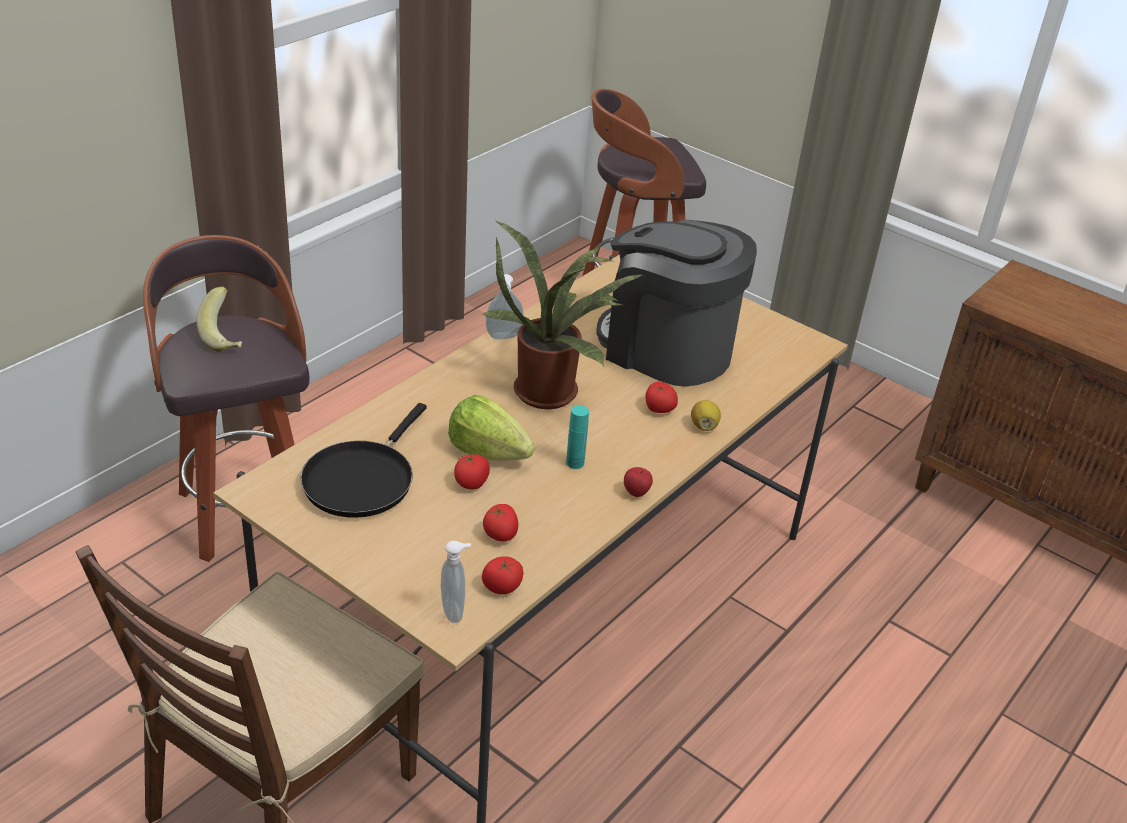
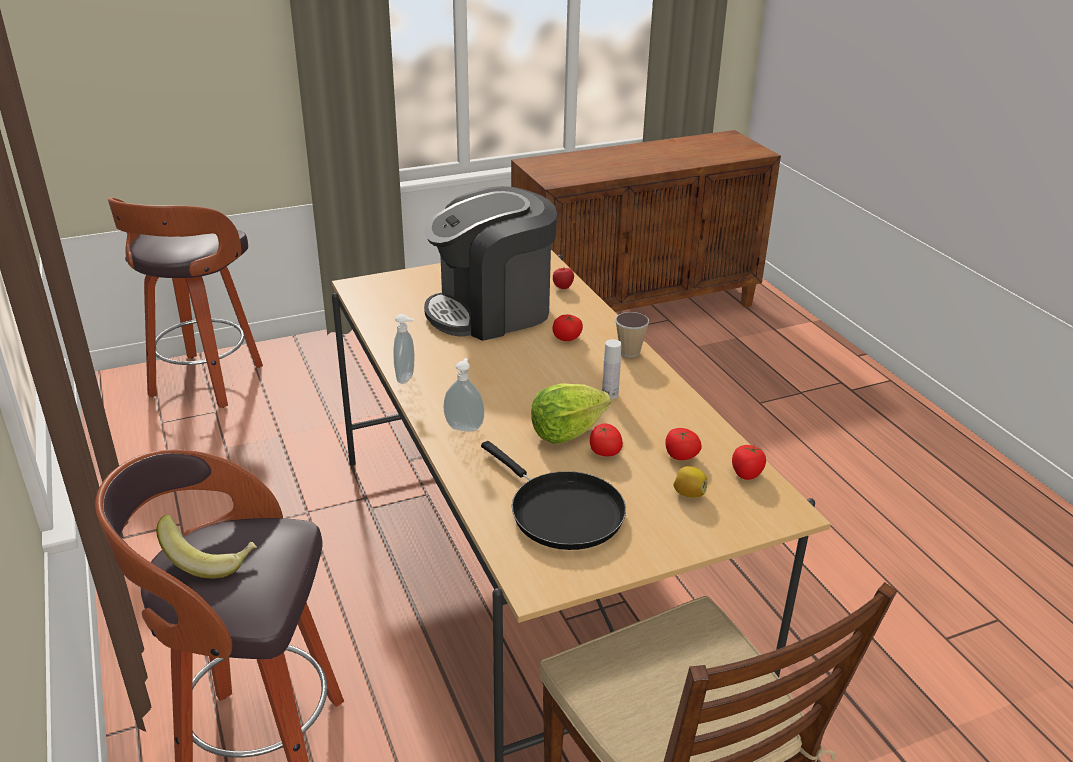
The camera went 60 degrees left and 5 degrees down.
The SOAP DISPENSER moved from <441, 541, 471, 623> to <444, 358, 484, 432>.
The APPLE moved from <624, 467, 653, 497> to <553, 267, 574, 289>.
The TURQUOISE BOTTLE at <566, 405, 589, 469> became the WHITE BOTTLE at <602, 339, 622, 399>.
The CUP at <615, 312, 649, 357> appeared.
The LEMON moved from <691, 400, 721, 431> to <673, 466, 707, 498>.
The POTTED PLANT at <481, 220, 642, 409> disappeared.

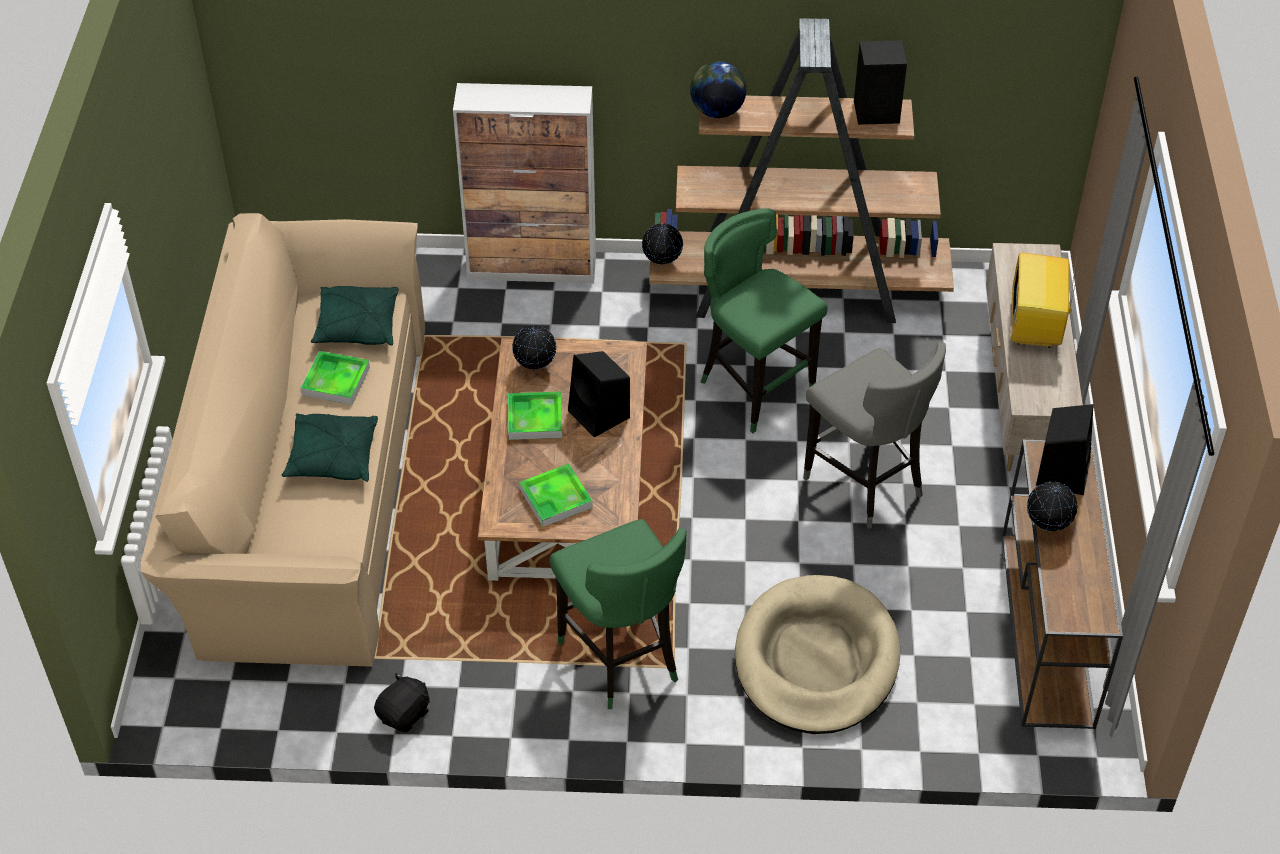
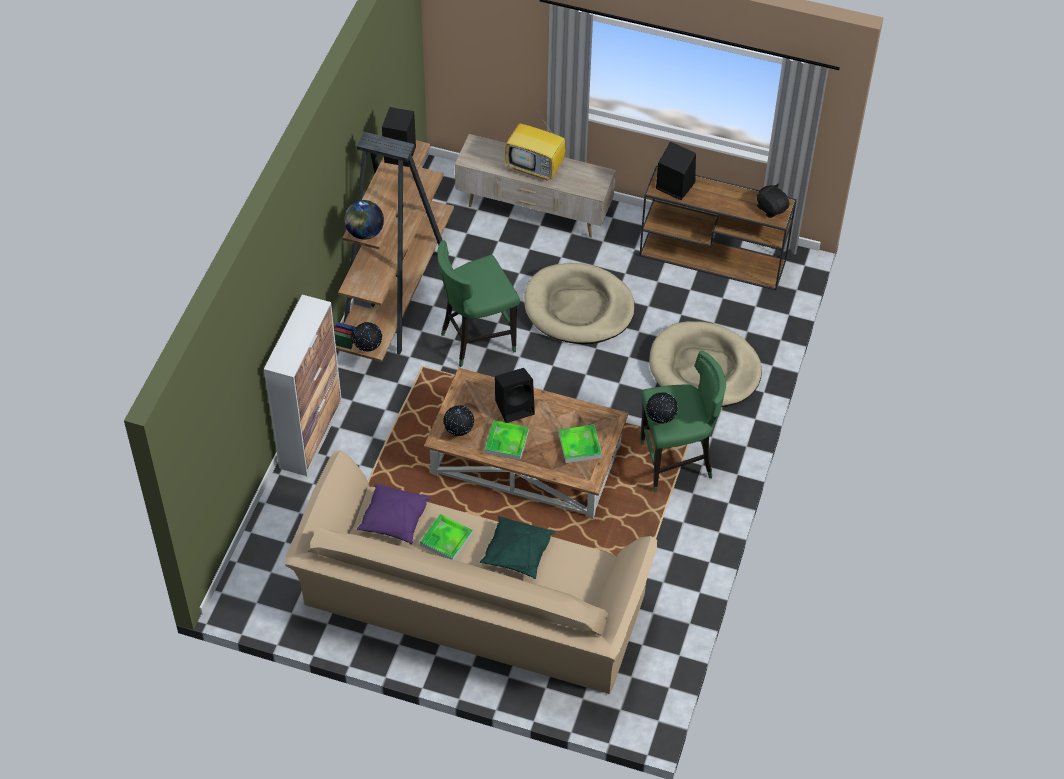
The camera went 75 degrees left and 5 degrees up.
The GREEN PILLOW at <311, 286, 398, 345> became the PURPLE PILLOW at <357, 484, 431, 544>.
The GREY STOOL at <803, 342, 946, 529> was replaced by the BEIGE DOG BED at <524, 263, 635, 344>.
The GLOBE moved from <1027, 482, 1078, 531> to <646, 392, 678, 424>.
The BLACK PLUSH TOY moved from <374, 673, 429, 732> to <757, 184, 790, 218>.

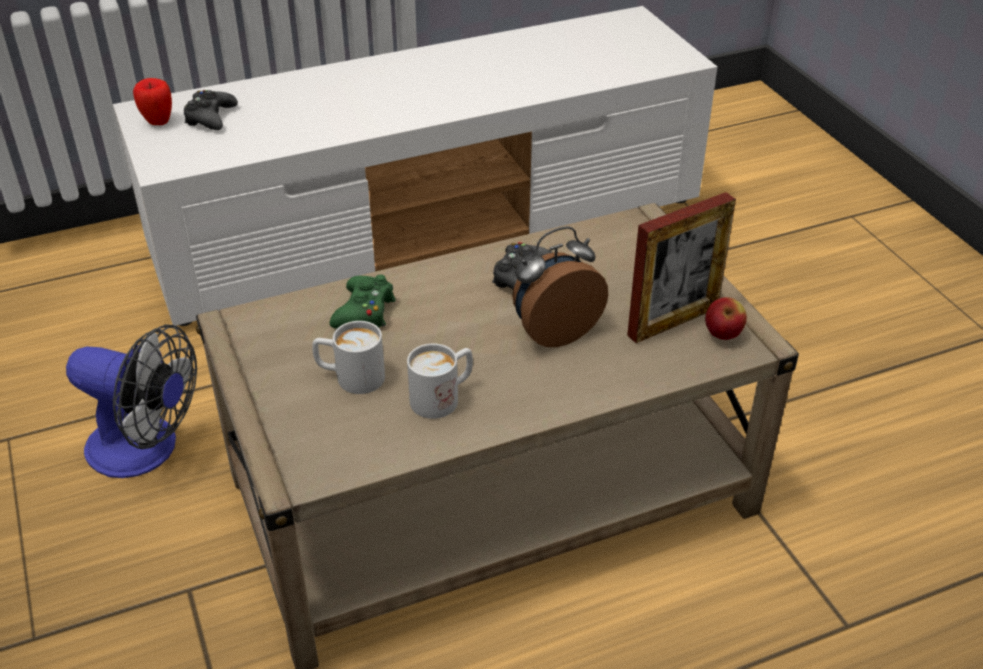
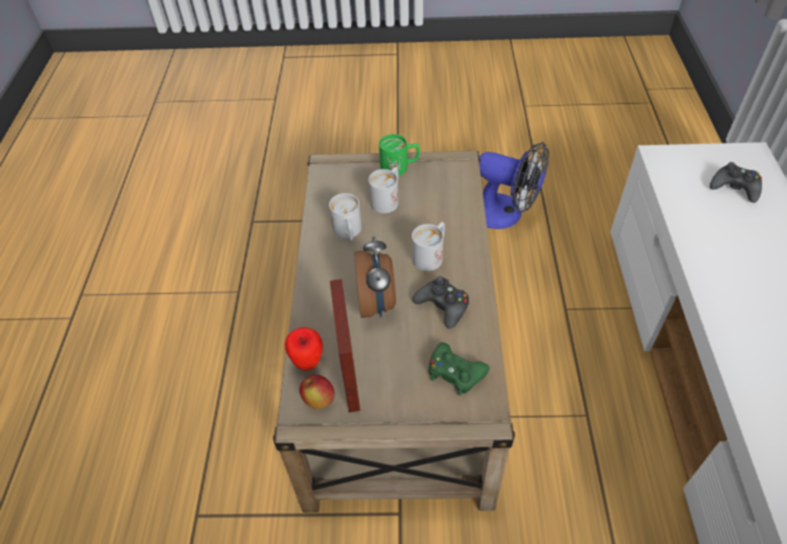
The camera went 115 degrees right and 10 degrees up.
The APPLE moved from <133, 78, 172, 125> to <285, 327, 323, 370>.
The GREEN MUG at <379, 134, 420, 176> appeared.
The WHITE MUG at <412, 222, 445, 271> appeared.
The GREEN GAME CONTROLLER moved from <330, 275, 396, 329> to <429, 342, 490, 396>.
The FAN at <66, 324, 197, 478> turned 105 degrees counterclockwise.

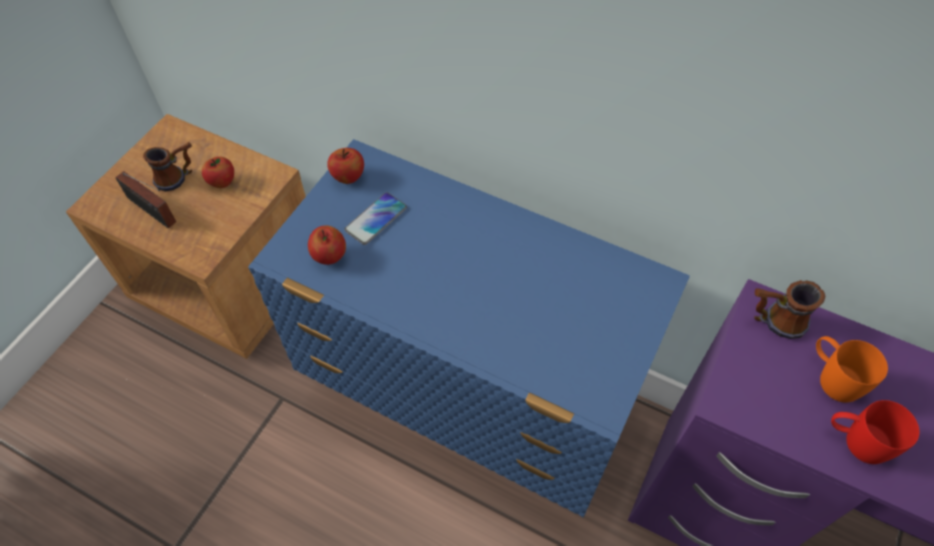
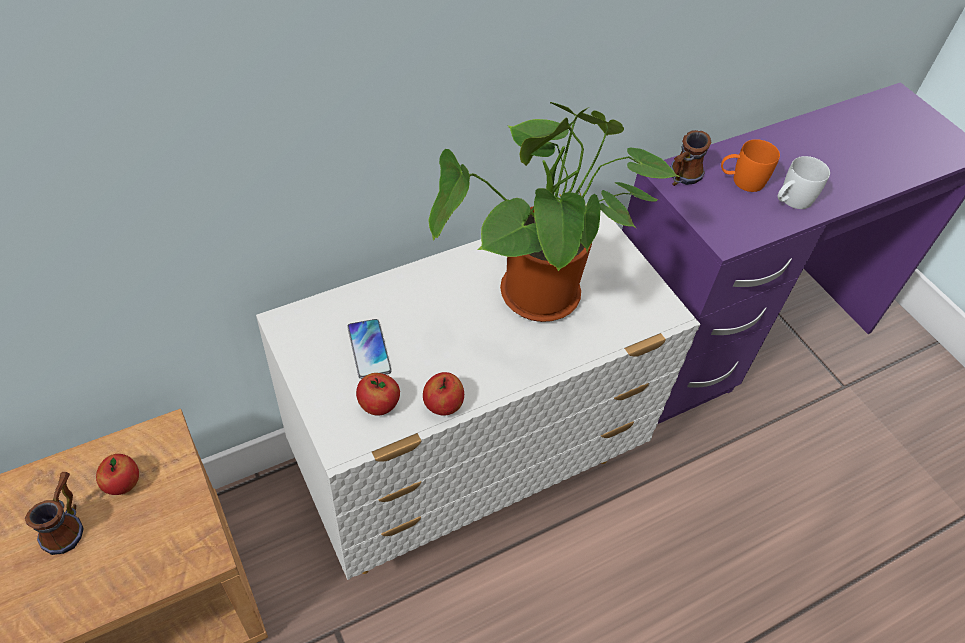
The camera went 60 degrees left and 5 degrees down.
The BLUE DRESSER at <248, 139, 690, 518> became the WHITE DRESSER at <256, 204, 700, 580>.
The APPLE moved from <327, 148, 364, 184> to <423, 372, 464, 416>.
The POTTED PLANT at <428, 102, 680, 322> appeared.
The RED MUG at <831, 400, 919, 464> became the WHITE MUG at <778, 156, 830, 209>.
The RADIO at <115, 171, 176, 228> disappeared.

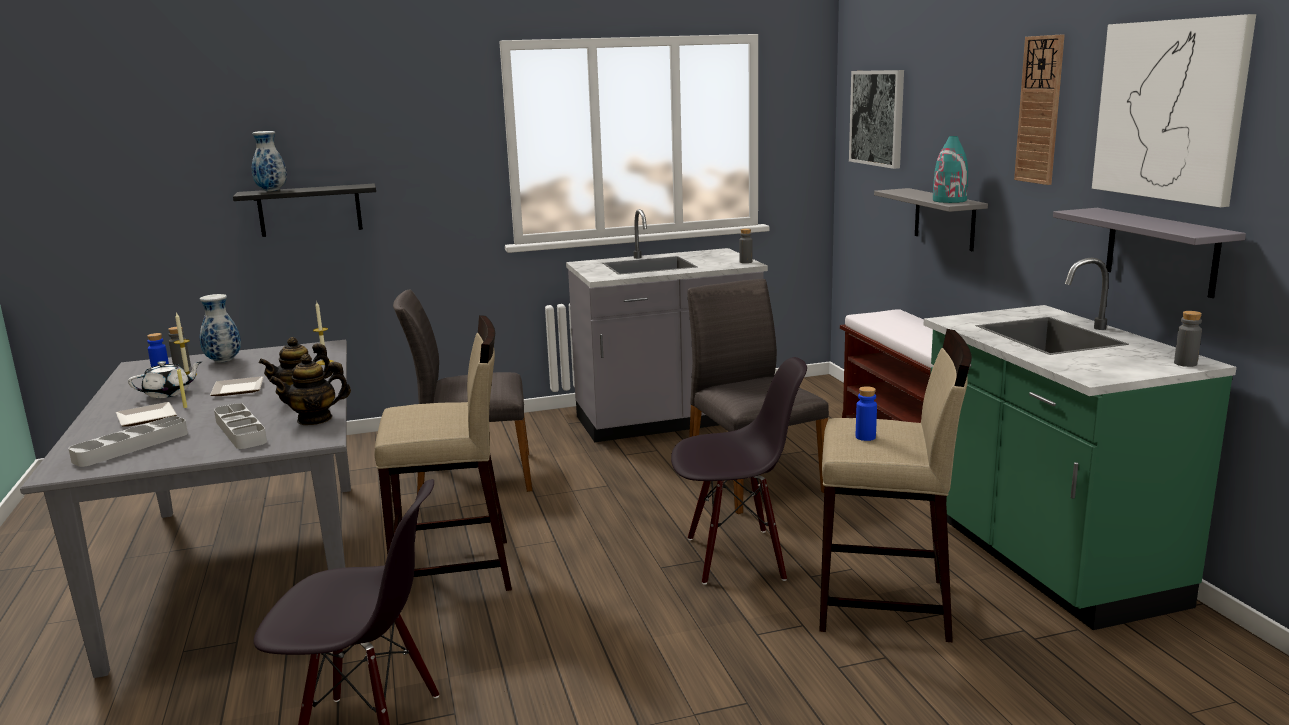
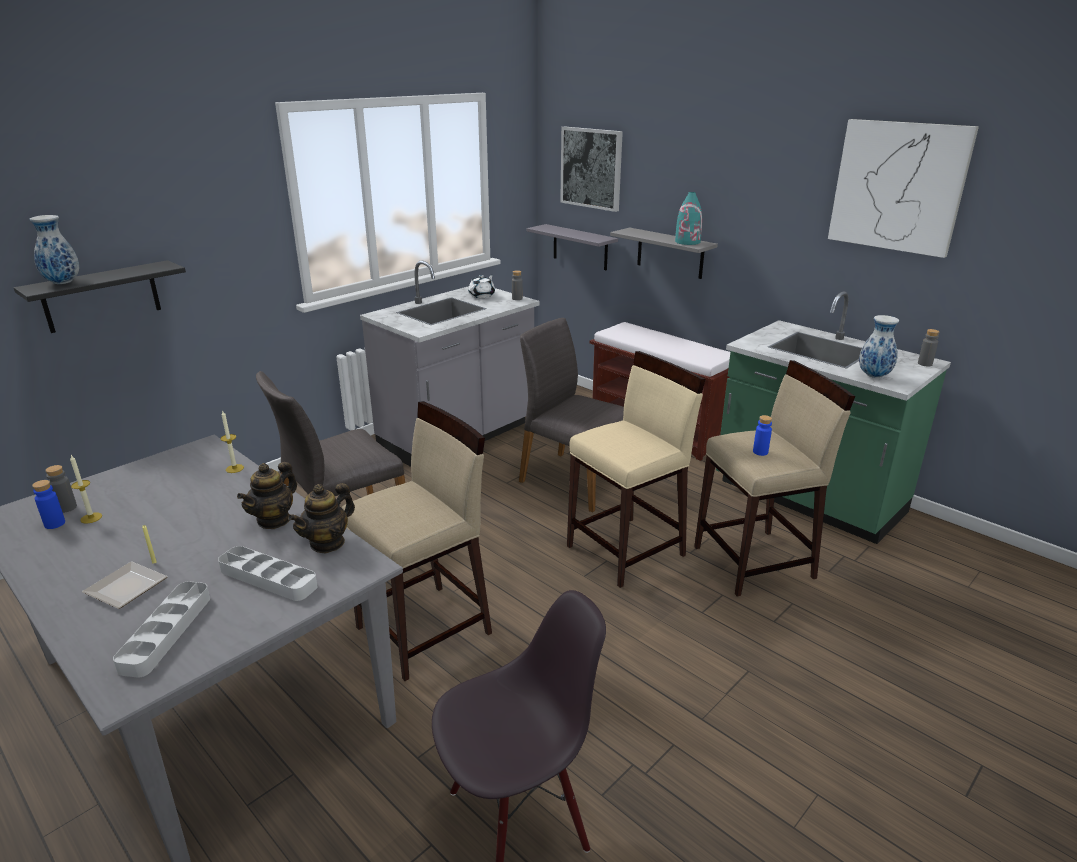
The camera went 30 degrees left and 10 degrees up.
The WHITE TEAPOT moved from <128, 361, 203, 398> to <468, 274, 495, 298>.
The GREY SHELF moved from <1053, 208, 1246, 298> to <527, 224, 618, 270>.
The BLACK CHAIR at <671, 357, 807, 585> was replaced by the BEIGE STOOL at <567, 351, 706, 588>.
The VASE moved from <200, 294, 241, 362> to <859, 315, 899, 378>.
The PLATE at <210, 376, 263, 396> disappeared.
The WALL CLOCK at <1014, 34, 1065, 185> disappeared.

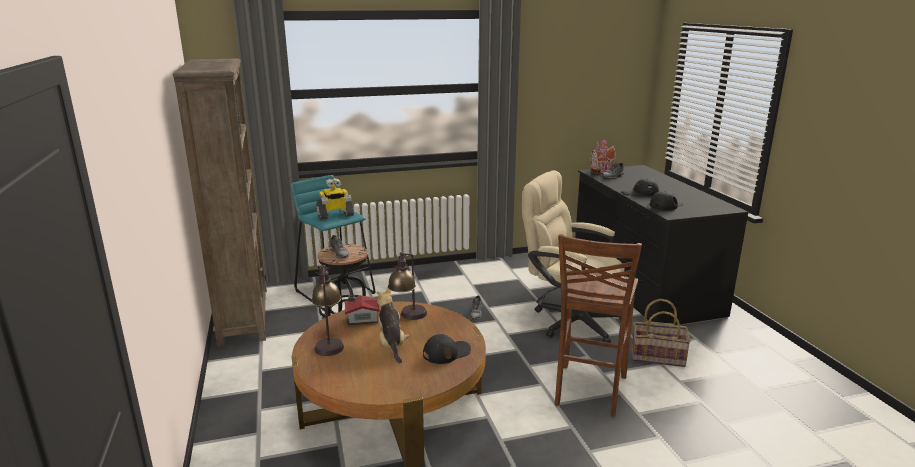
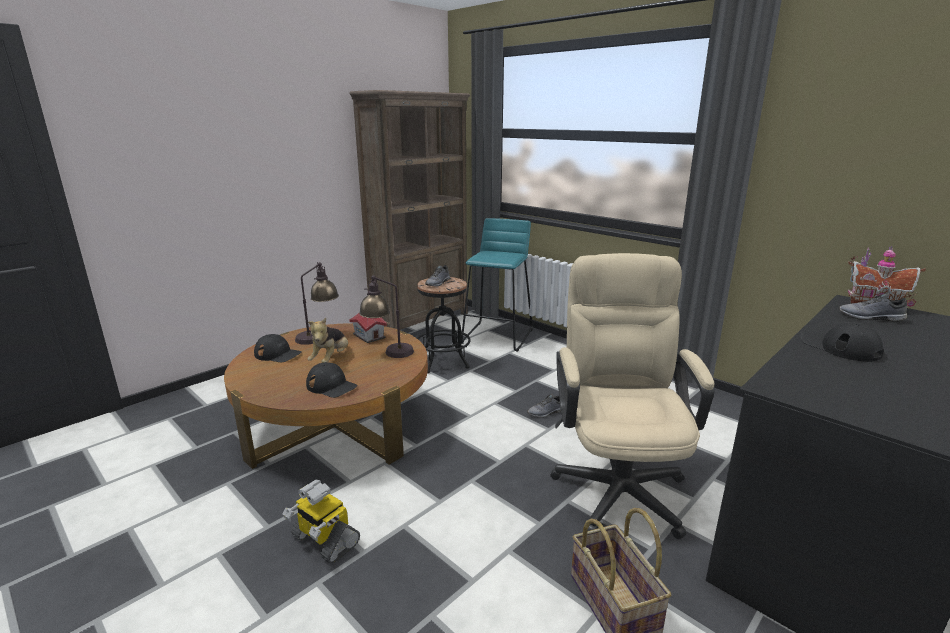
The camera went 60 degrees right and 0 degrees up.
The BLACK CAP moved from <650, 191, 683, 210> to <254, 334, 302, 362>.
The TOY ROBOT moved from <316, 178, 354, 220> to <282, 480, 360, 564>.
The PLUSH TOY at <377, 287, 409, 363> turned 150 degrees clockwise.
The BROWN STOOL at <555, 234, 642, 417> disappeared.

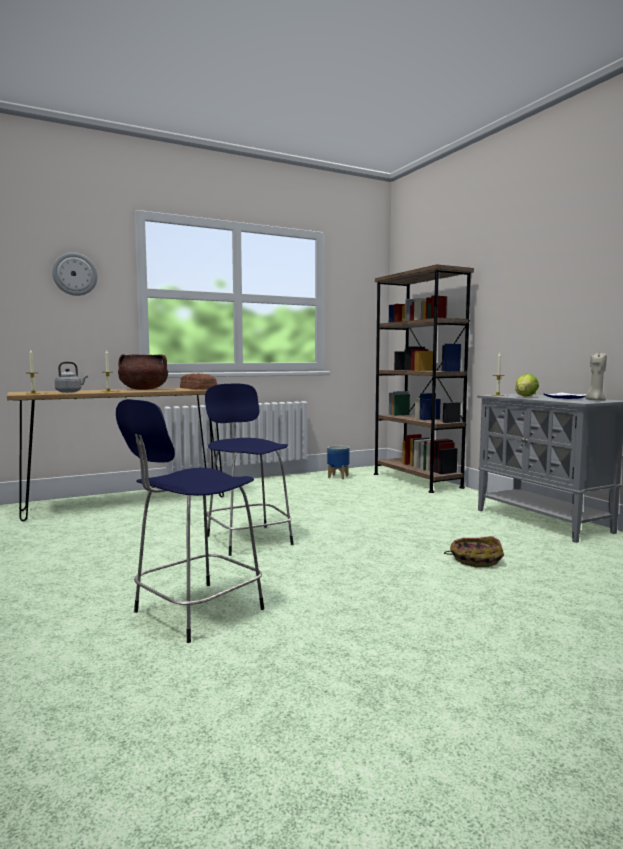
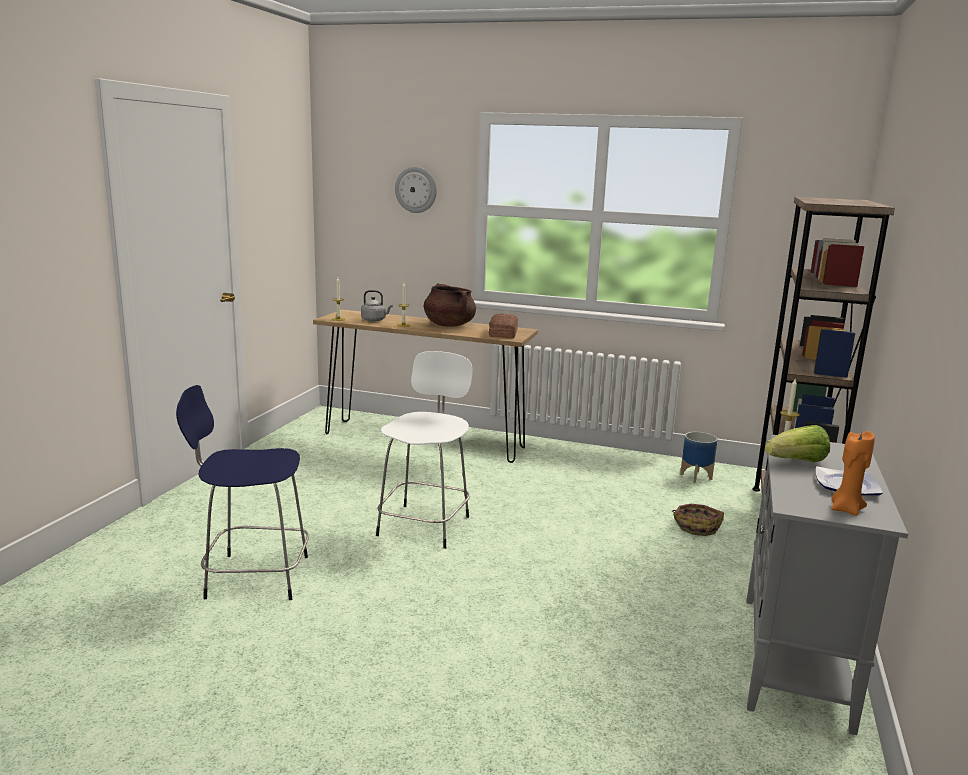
The camera went 45 degrees right and 10 degrees up.
The BLUE STOOL at <205, 384, 293, 556> became the WHITE STOOL at <376, 351, 473, 549>.
The BASKET moved from <444, 536, 504, 567> to <672, 504, 724, 536>.
The BEIGE CANDLE at <585, 353, 607, 401> became the ORANGE CANDLE at <831, 431, 875, 516>.

